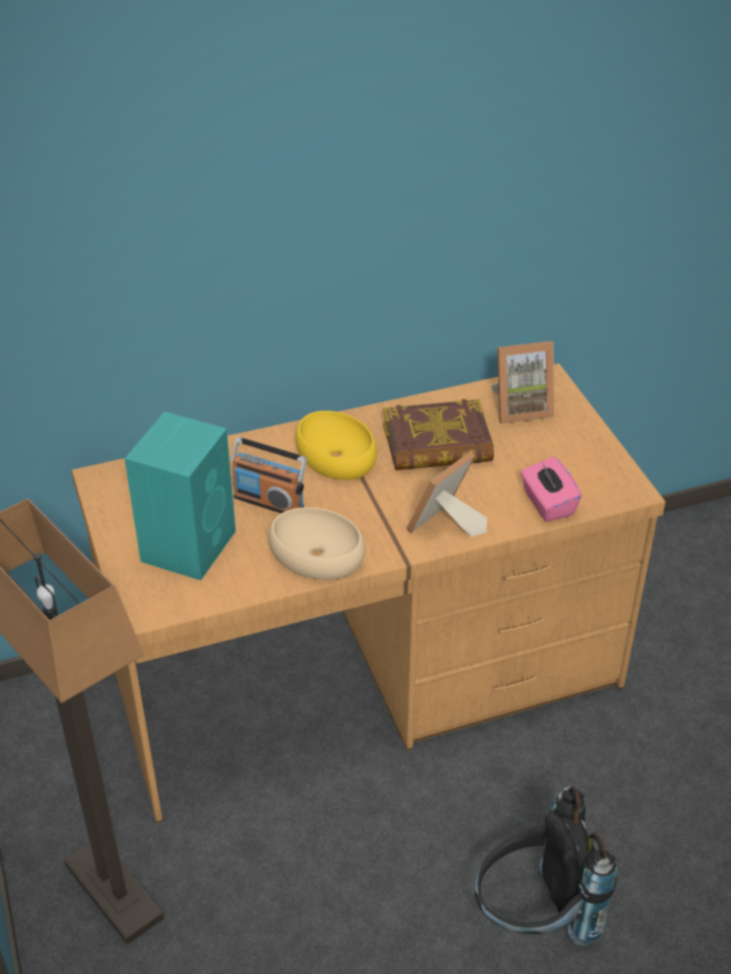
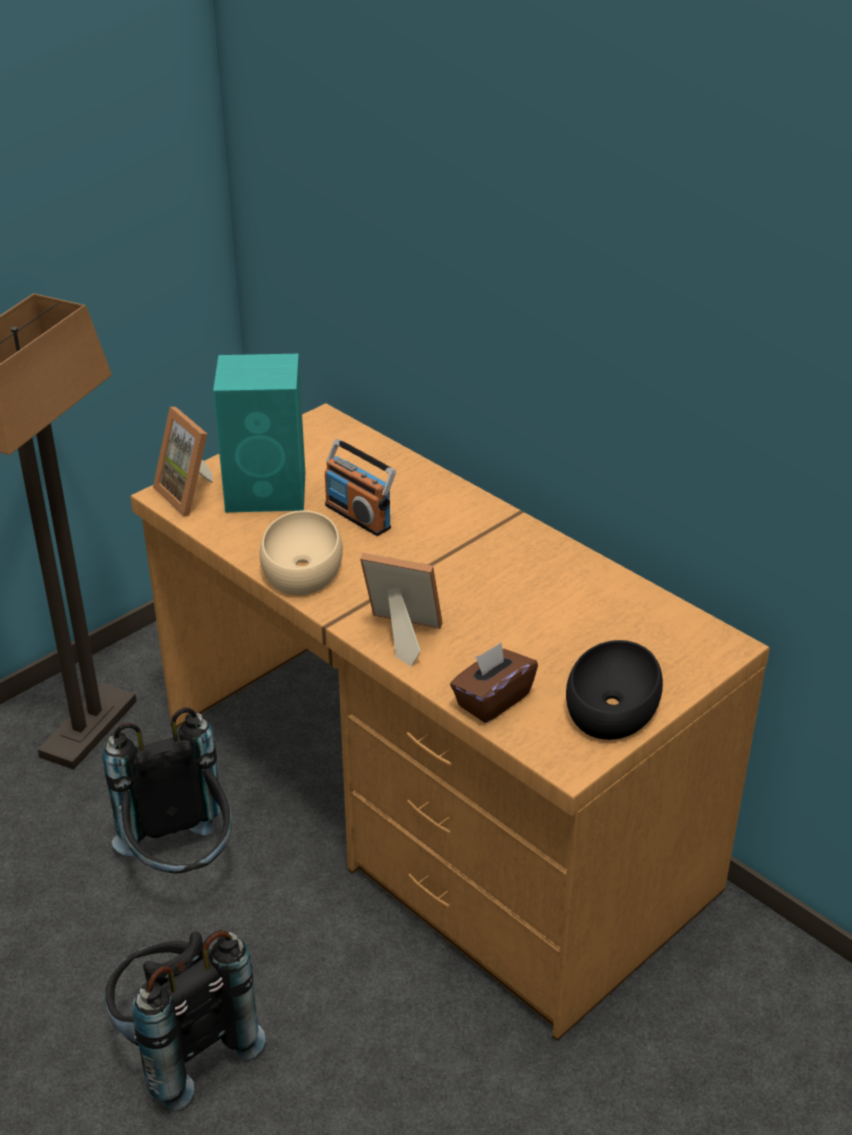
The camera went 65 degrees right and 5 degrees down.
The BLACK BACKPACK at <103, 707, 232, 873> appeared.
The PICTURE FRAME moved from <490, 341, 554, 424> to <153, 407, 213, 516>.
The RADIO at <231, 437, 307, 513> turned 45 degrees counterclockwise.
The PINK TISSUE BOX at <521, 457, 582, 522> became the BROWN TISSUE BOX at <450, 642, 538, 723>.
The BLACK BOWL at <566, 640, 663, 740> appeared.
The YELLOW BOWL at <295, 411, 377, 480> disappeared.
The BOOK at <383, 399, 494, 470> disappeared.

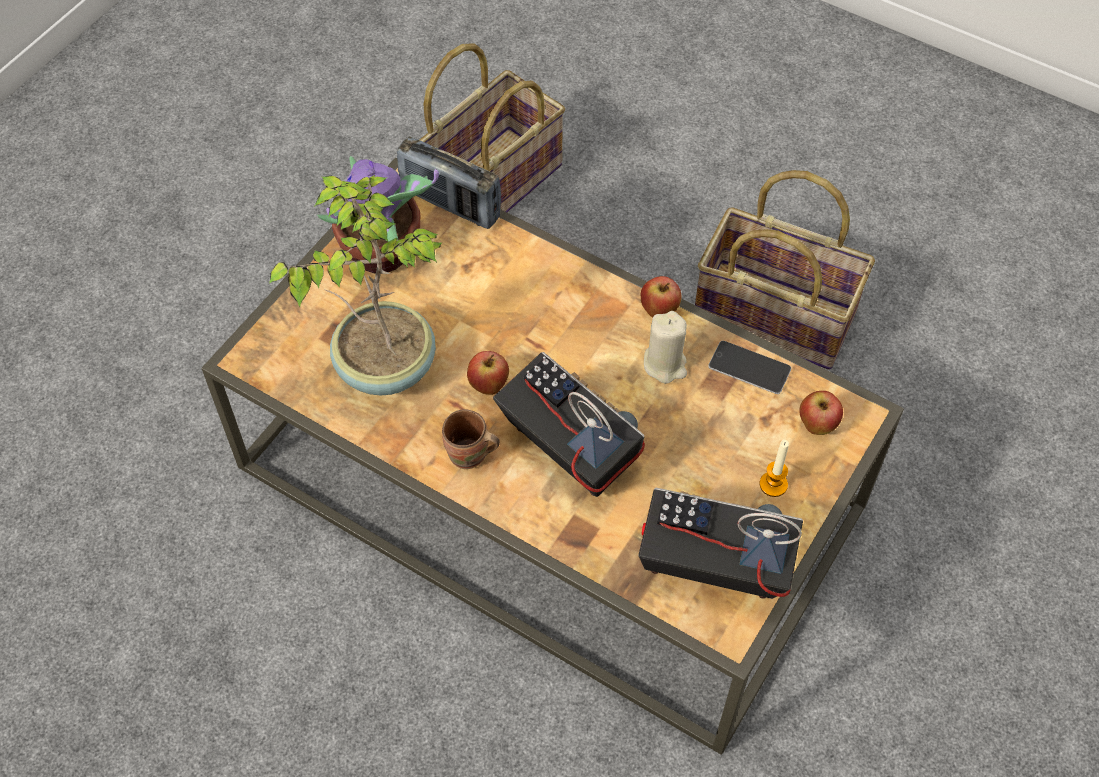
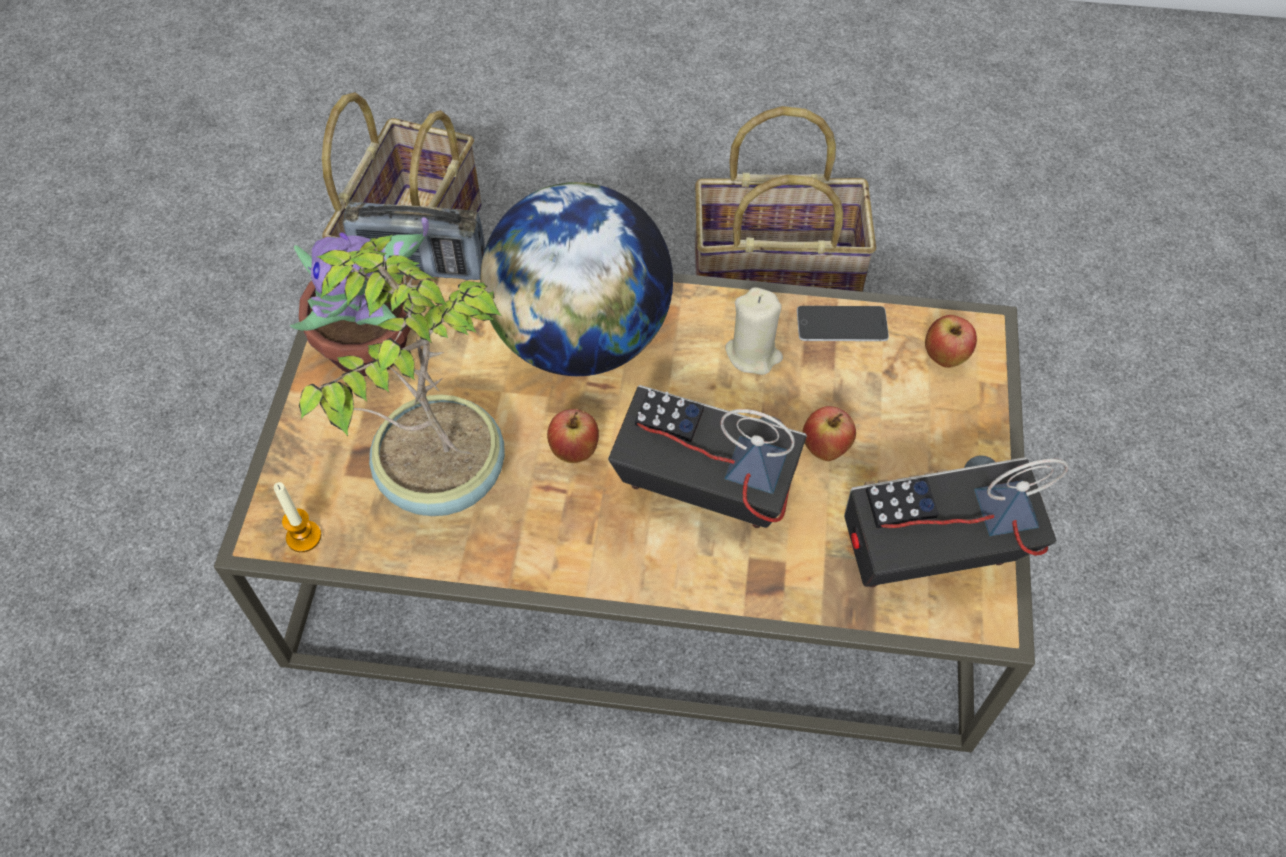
The camera went 25 degrees left and 0 degrees up.
The CANDLE moved from <759, 440, 789, 497> to <274, 482, 321, 552>.
The GLOBE at <480, 182, 673, 376> appeared.
The APPLE moved from <641, 276, 682, 318> to <802, 406, 856, 461>.
The BROWN MUG at <442, 409, 500, 469> disappeared.

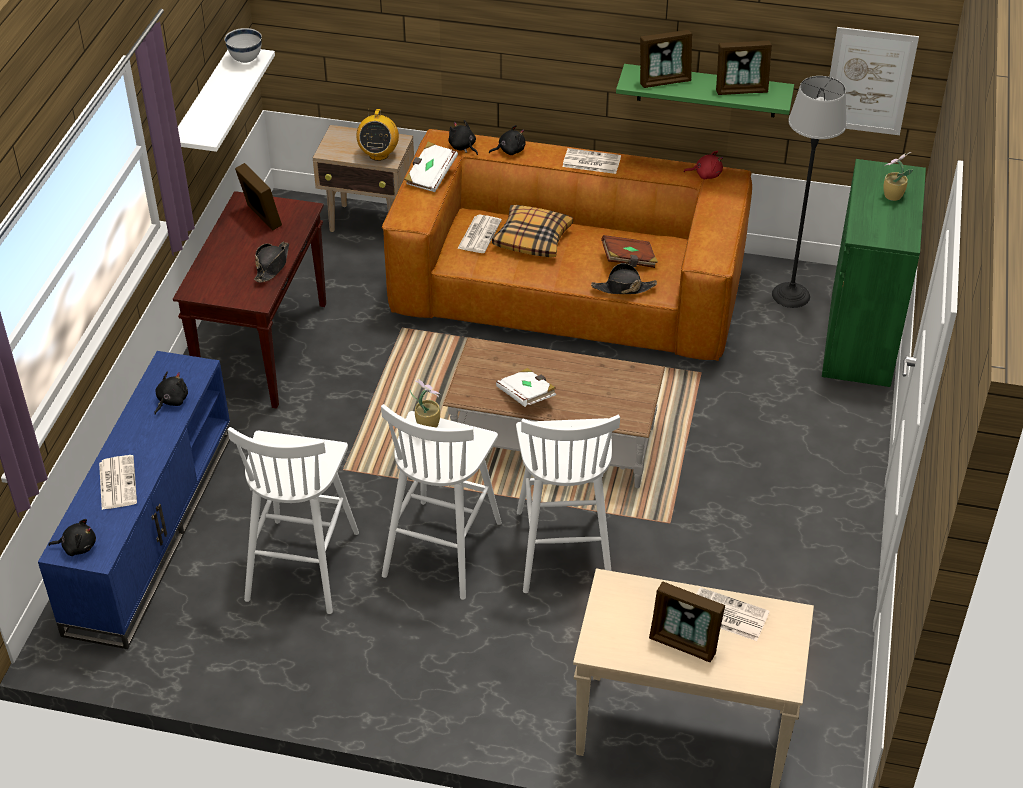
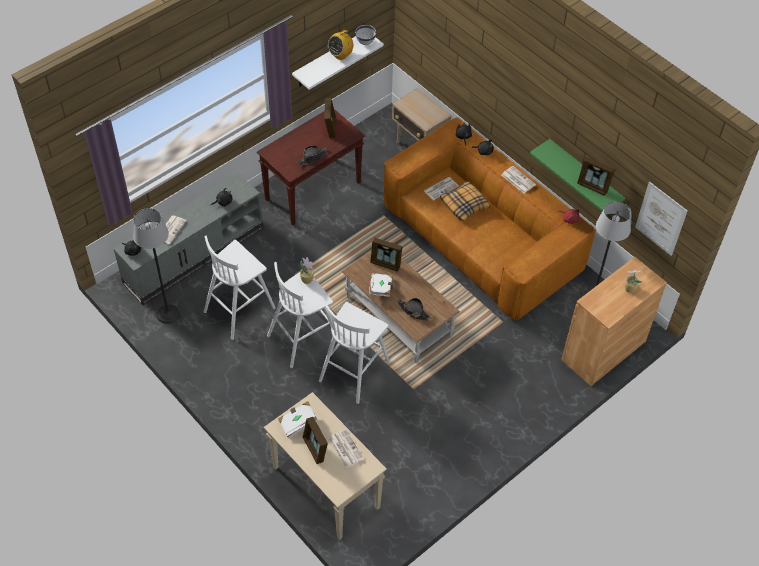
The camera went 35 degrees right and 10 degrees up.
The BLUE TV STAND at <38, 351, 231, 649> became the GREY TV STAND at <114, 173, 263, 305>.
The FLOOR LAMP at <133, 208, 180, 324> appeared.
The WHITE BOOK moved from <404, 142, 458, 192> to <278, 401, 318, 438>.
The RADIO moved from <356, 109, 399, 161> to <328, 30, 353, 60>.
The PICTURE FRAME moved from <640, 30, 692, 88> to <370, 238, 403, 272>.
The BLACK HAT moved from <591, 263, 657, 294> to <398, 298, 432, 320>.
The GREEN CABINET at <822, 159, 926, 387> became the BROWN CABINET at <561, 257, 667, 386>.
The BROWN BOOK at <601, 235, 658, 268> disappeared.

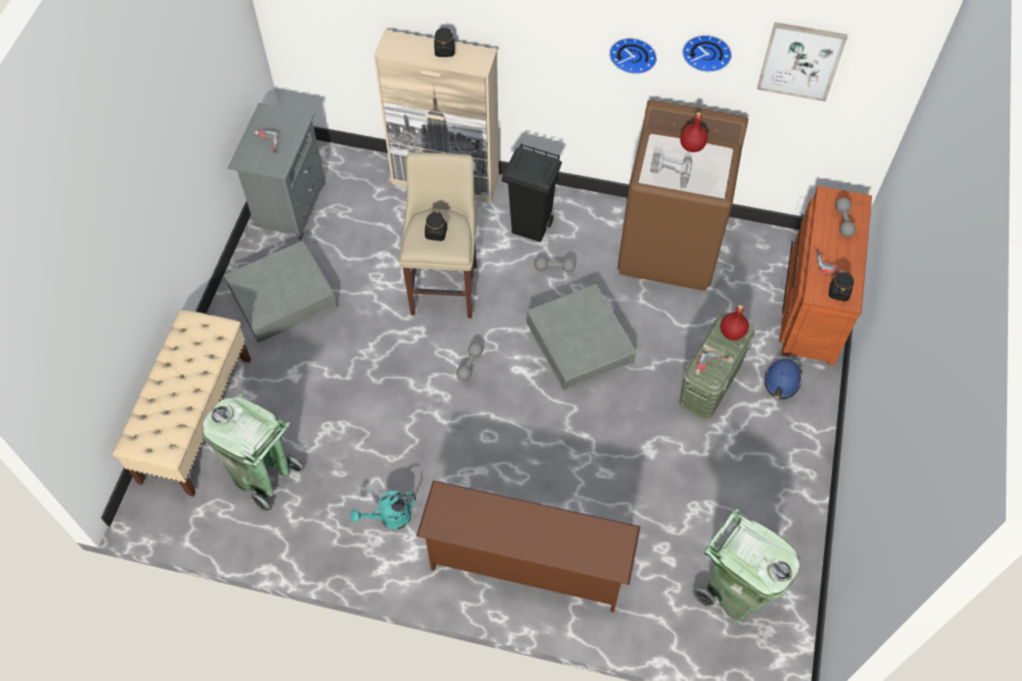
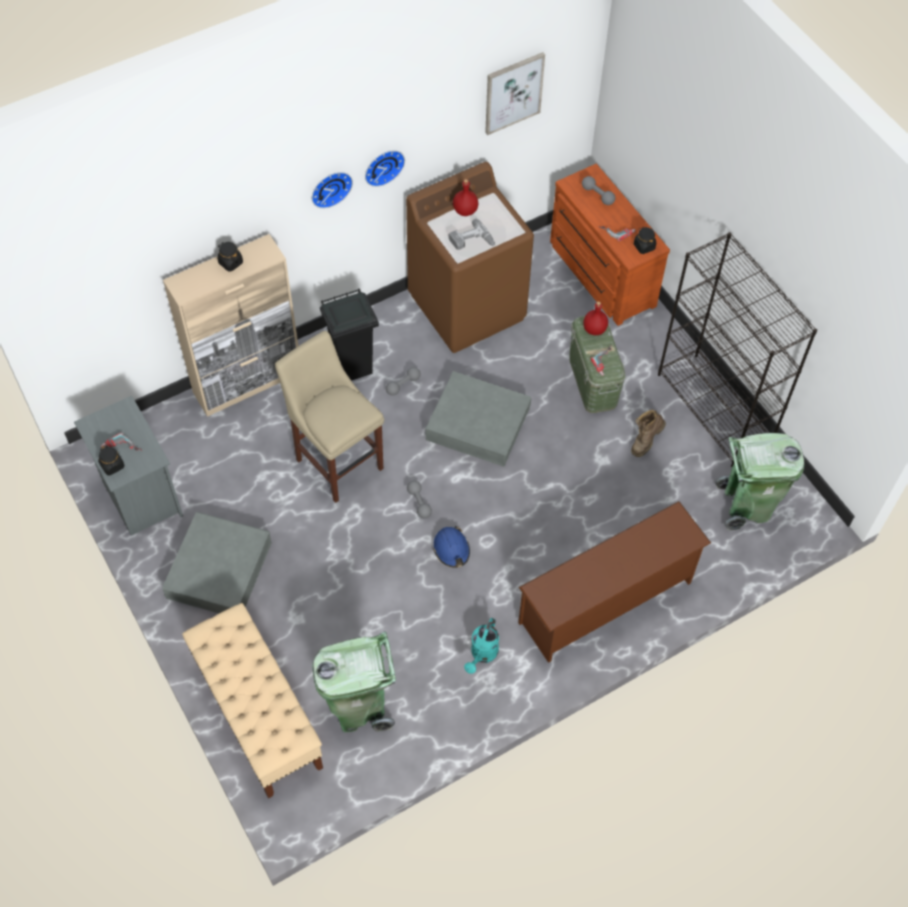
The camera went 45 degrees left and 0 degrees up.
The BLACK JAR moved from <425, 211, 447, 241> to <98, 445, 124, 475>.
The WALL CLOCK moved from <682, 35, 732, 72> to <312, 172, 353, 208>.
The BLUE HARD HAT moved from <764, 359, 803, 399> to <433, 526, 470, 568>.
The BROWN BOOT at <631, 410, 666, 457> appeared.
The BLACK BOOKCASE at <658, 232, 817, 467> appeared.

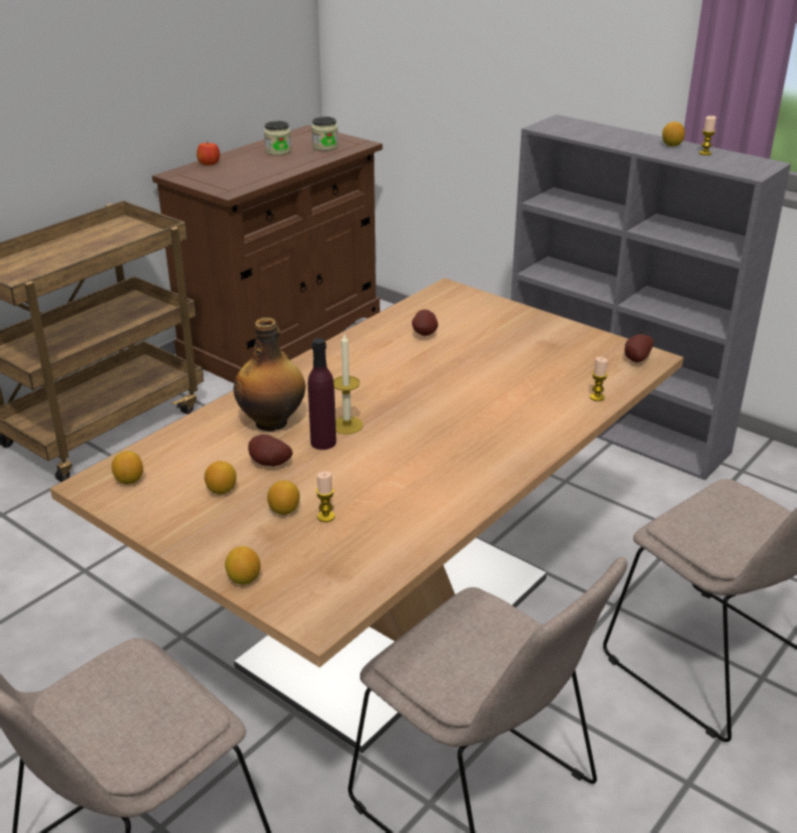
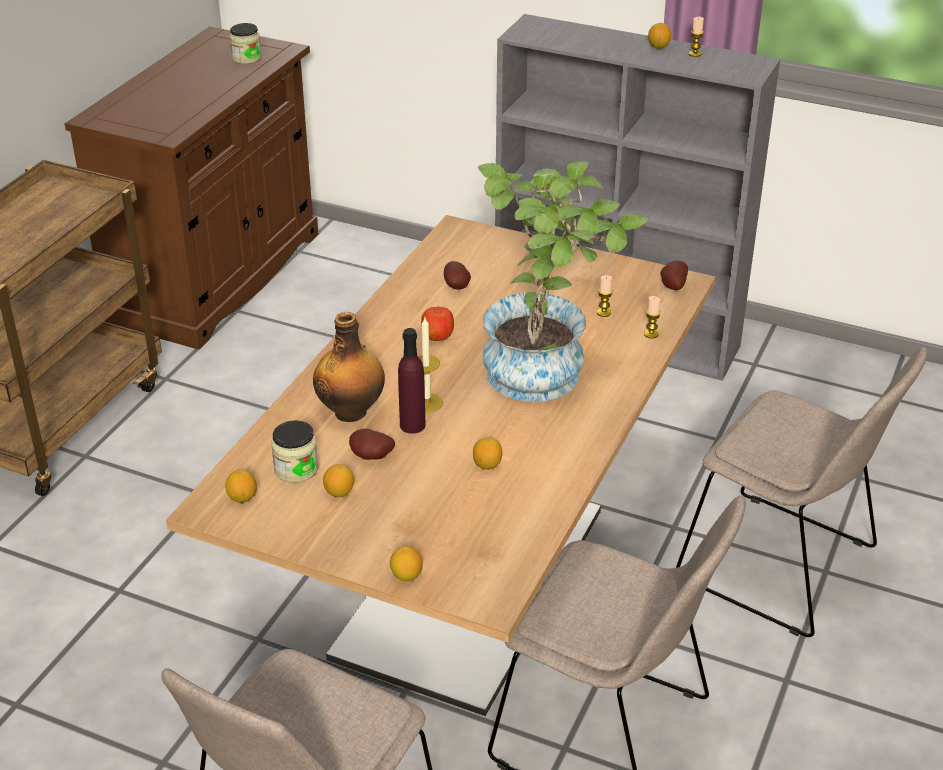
The camera went 15 degrees left and 5 degrees up.
The JAR moved from <264, 121, 291, 155> to <271, 420, 319, 483>.
The APPLE moved from <197, 140, 220, 165> to <421, 307, 454, 341>.
The LEMON moved from <267, 480, 300, 515> to <473, 437, 502, 470>.
The POTTED PLANT at <478, 162, 648, 402> appeared.
The CANDLE moved from <316, 471, 335, 522> to <597, 275, 613, 317>.

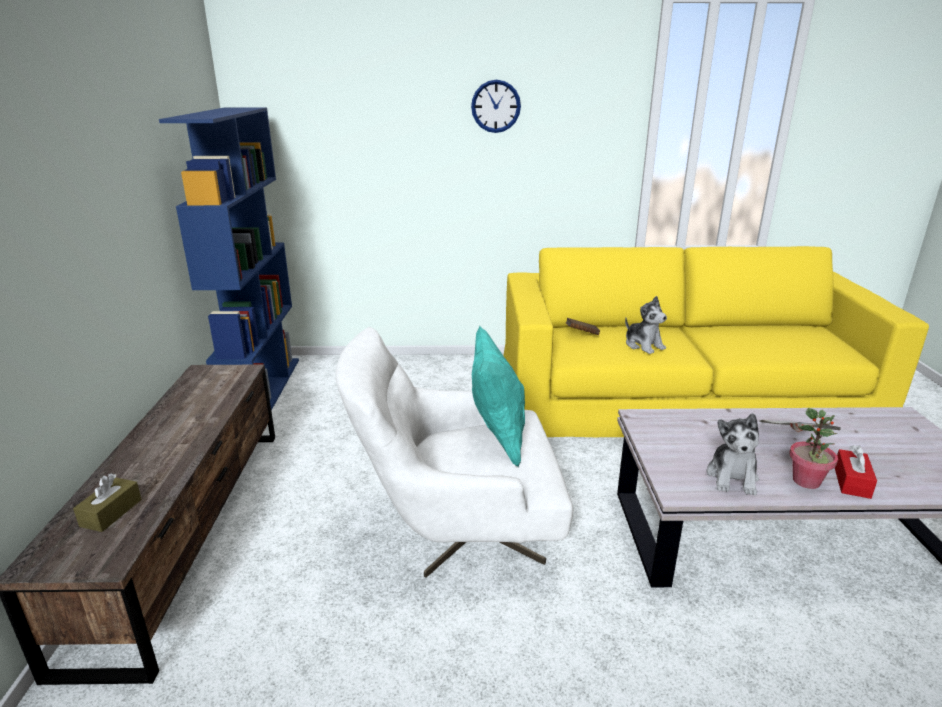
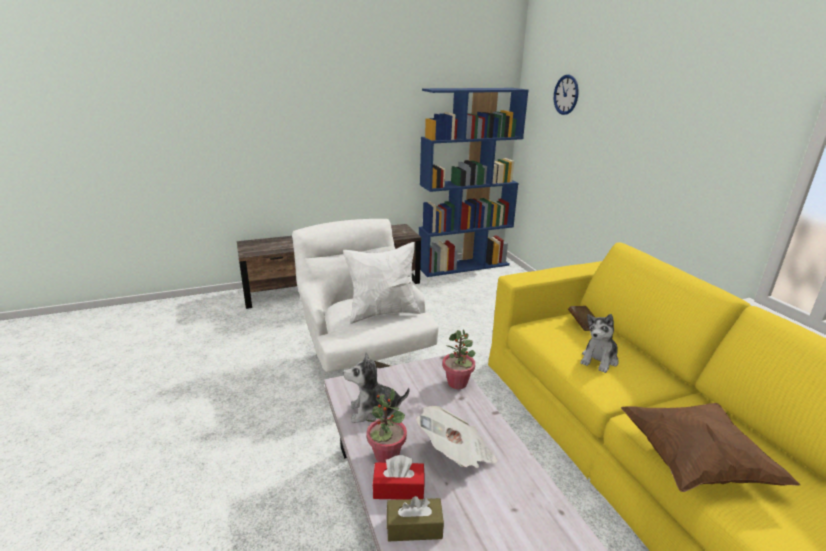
The camera went 70 degrees right and 0 degrees up.
The TURQUOISE PILLOW at <472, 326, 525, 466> became the WHITE PILLOW at <343, 242, 421, 324>.
The BROWN TISSUE BOX moved from <73, 473, 142, 532> to <387, 496, 444, 541>.
The POTTED PLANT at <443, 329, 476, 389> appeared.
The WALL CLOCK moved from <471, 80, 521, 133> to <554, 75, 579, 115>.
The BROWN PILLOW at <621, 403, 800, 492> appeared.

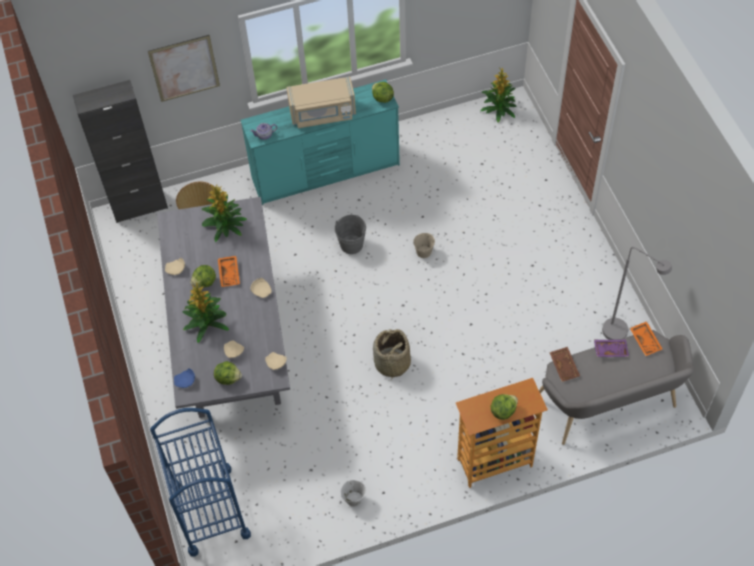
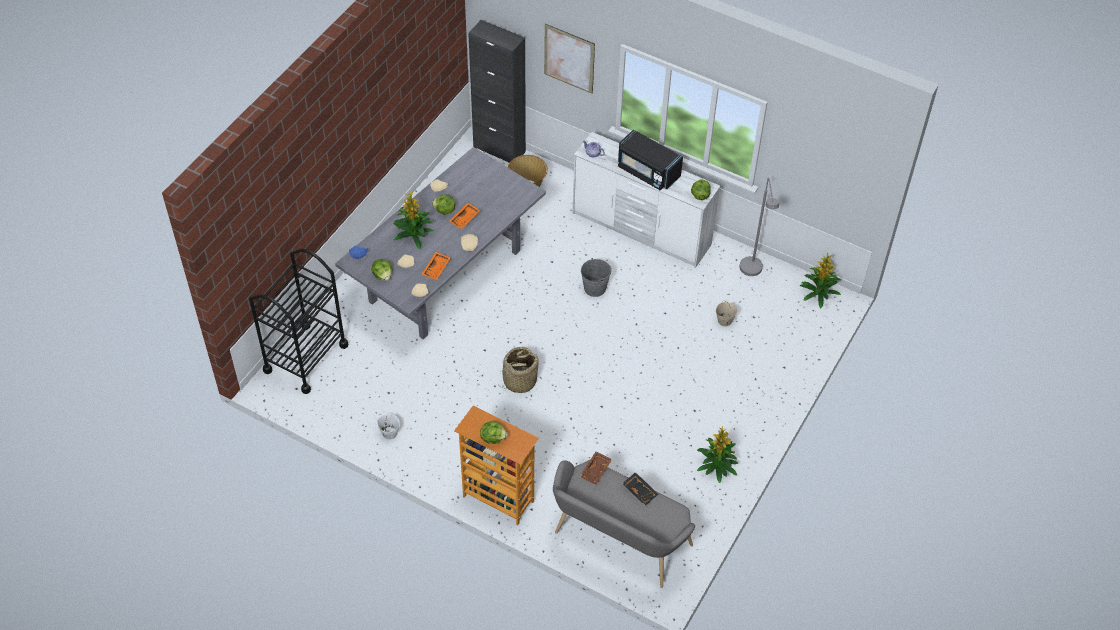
The camera went 45 degrees right and 5 degrees down.
The BLUE CART at <150, 408, 251, 557> became the BLACK CART at <249, 249, 349, 394>.
The ORANGE TRAY moved from <630, 321, 662, 356> to <421, 252, 451, 280>.
The TURQUOISE DRESSER at <240, 79, 400, 205> became the WHITE DRESSER at <573, 132, 720, 268>.
The BEIGE MICROWAVE at <286, 77, 356, 128> became the BLACK MICROWAVE at <618, 129, 683, 190>.
The PURPLE TRAY at <594, 340, 629, 357> became the BLACK TRAY at <622, 472, 658, 506>.
The POTTED PLANT moved from <202, 184, 247, 242> to <697, 425, 738, 483>.
The BEIGE BUCKET moved from <414, 233, 435, 258> to <716, 301, 738, 326>.
The GREY FLOOR LAMP moved from <602, 247, 672, 340> to <739, 178, 779, 276>.

